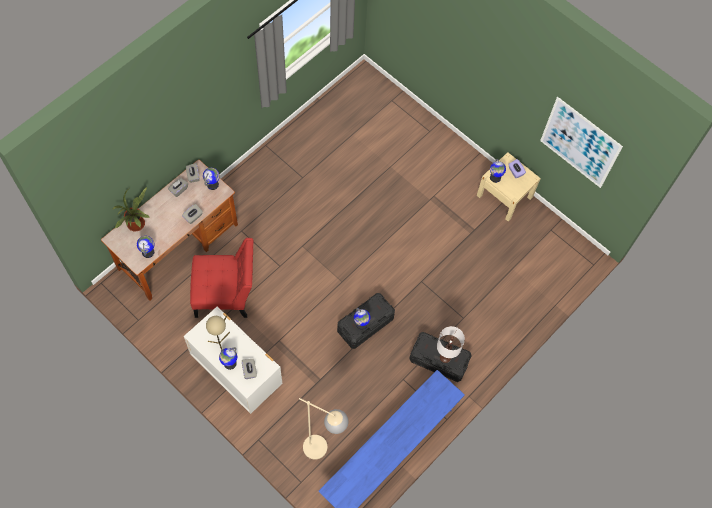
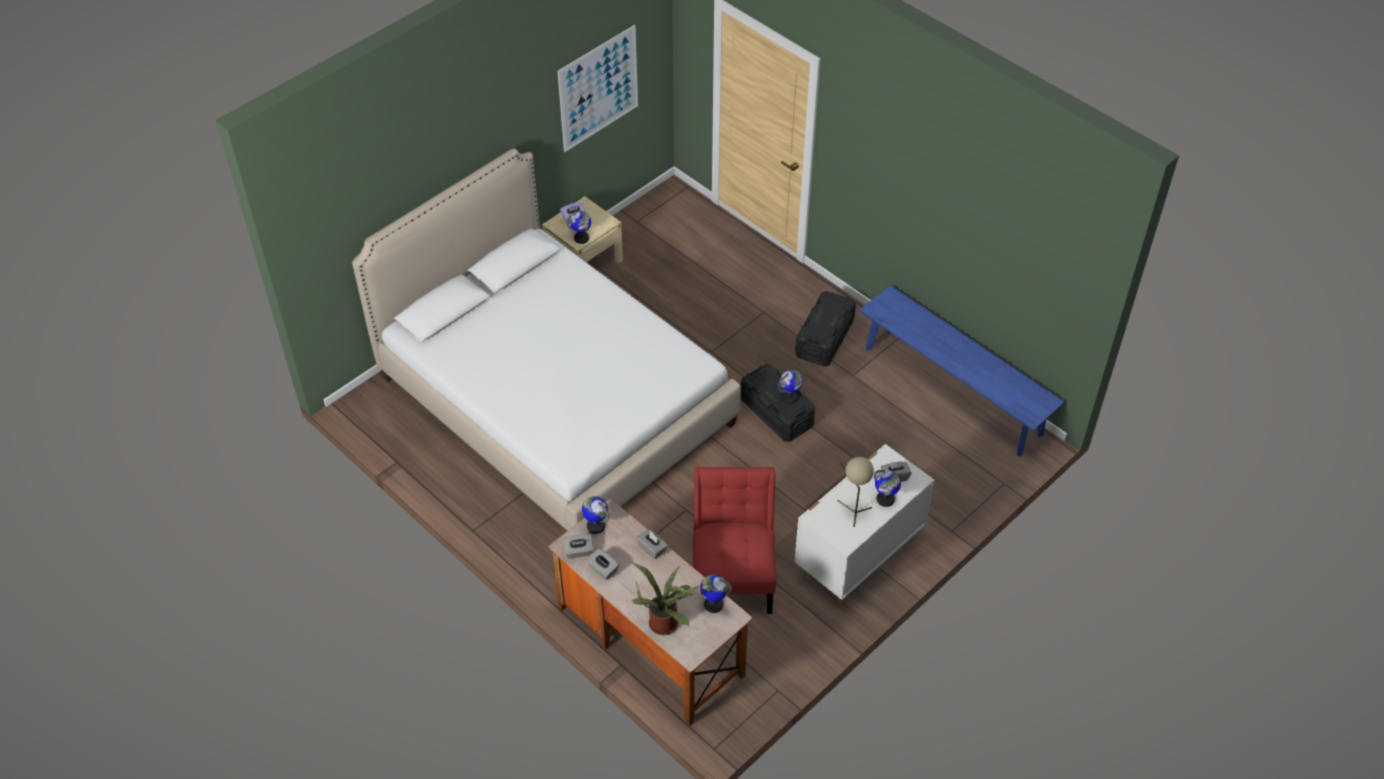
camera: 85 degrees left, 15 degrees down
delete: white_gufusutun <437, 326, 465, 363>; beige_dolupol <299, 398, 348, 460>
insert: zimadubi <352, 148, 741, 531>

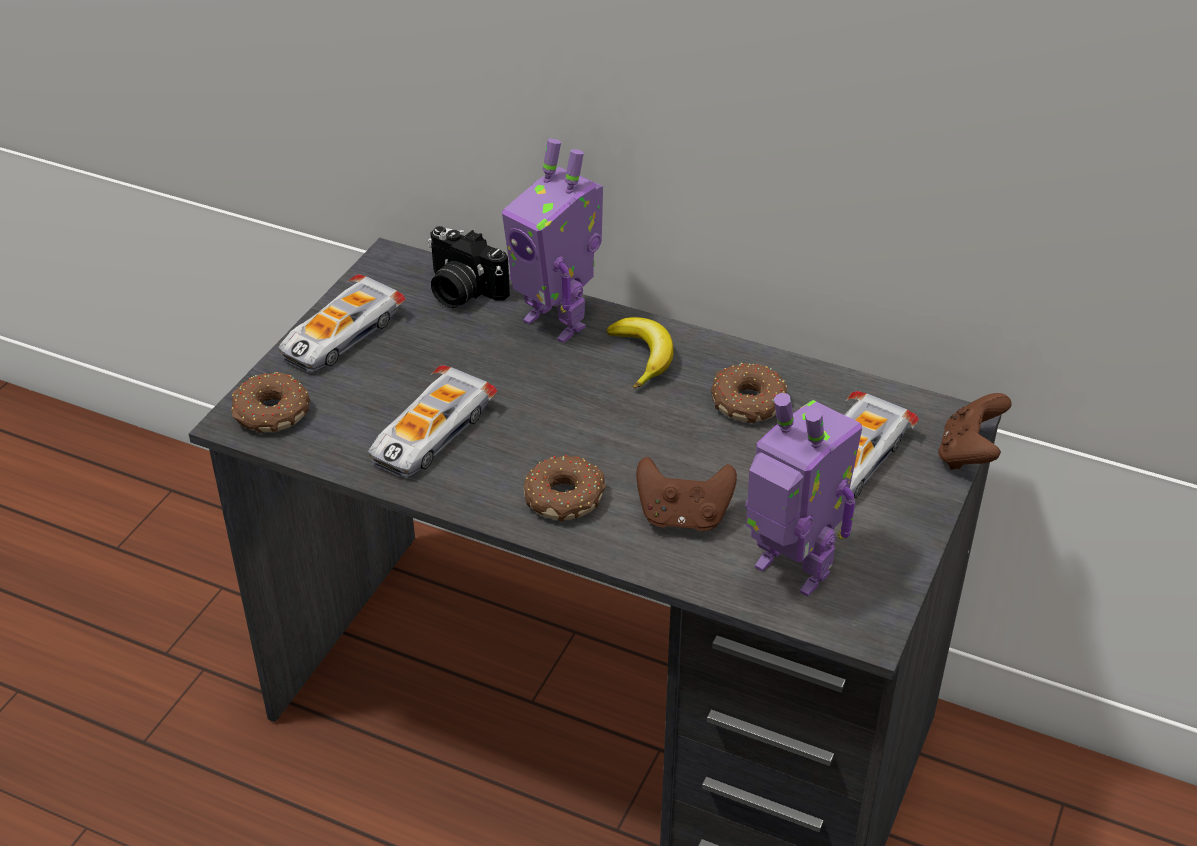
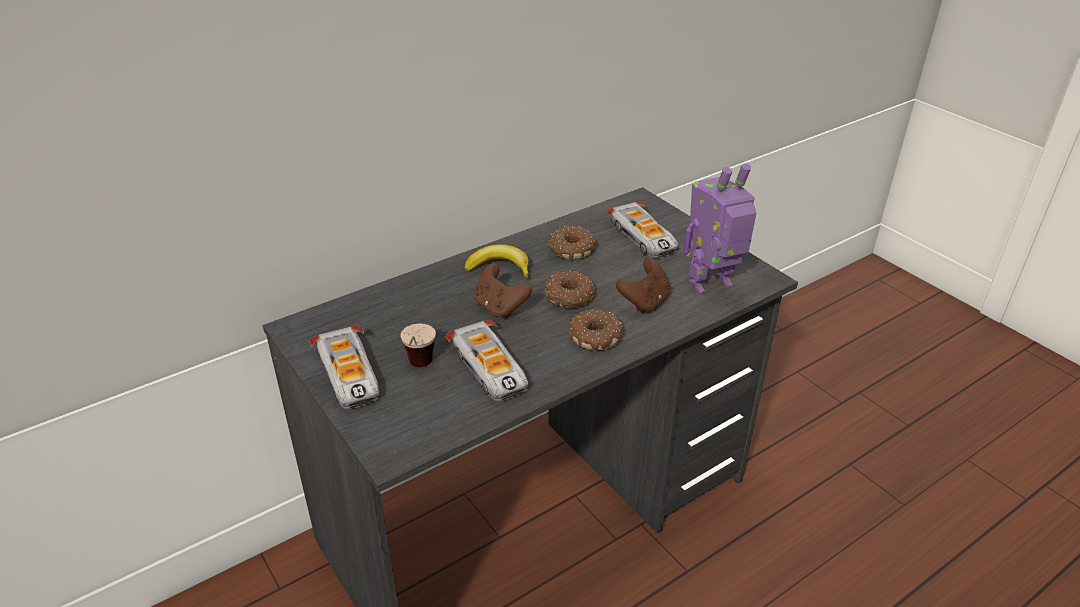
camera: 60 degrees left, 5 degrees down
delete: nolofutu <502, 139, 603, 343>; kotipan <428, 226, 510, 308>
insert: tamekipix <400, 324, 436, 367>
move: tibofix <231, 372, 310, 433> to <545, 271, 595, 308>; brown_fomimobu <938, 393, 1012, 470> to <474, 263, 532, 319>

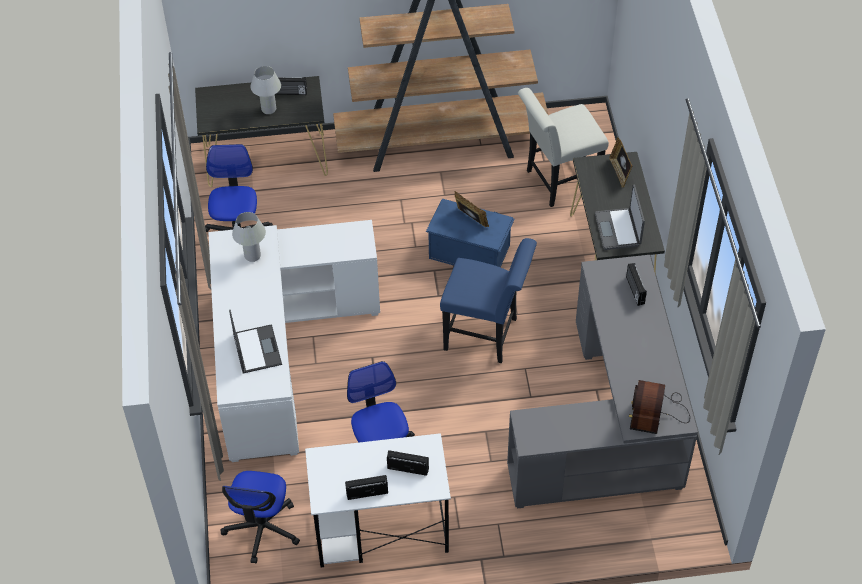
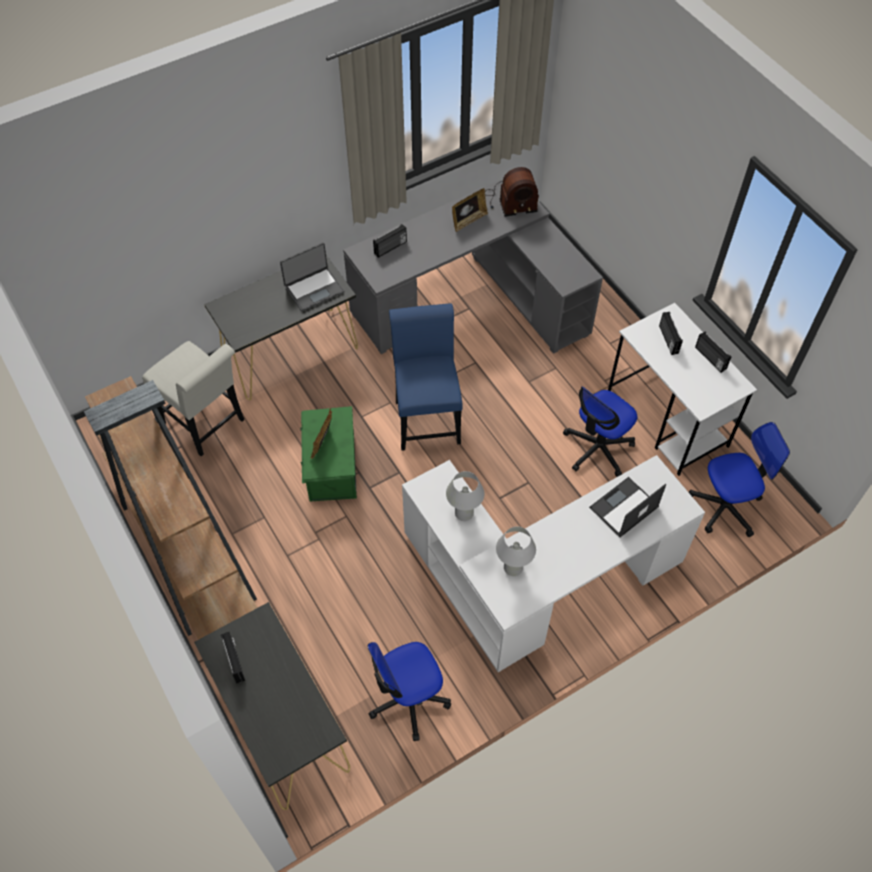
camera: 115 degrees left, 5 degrees up
move: white_gufusutun <250, 66, 281, 114> to <446, 471, 485, 521>; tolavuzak <609, 137, 633, 188> to <452, 188, 488, 232>
recolor: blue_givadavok <426, 199, 515, 268> to green_givadavok <301, 406, 357, 502>

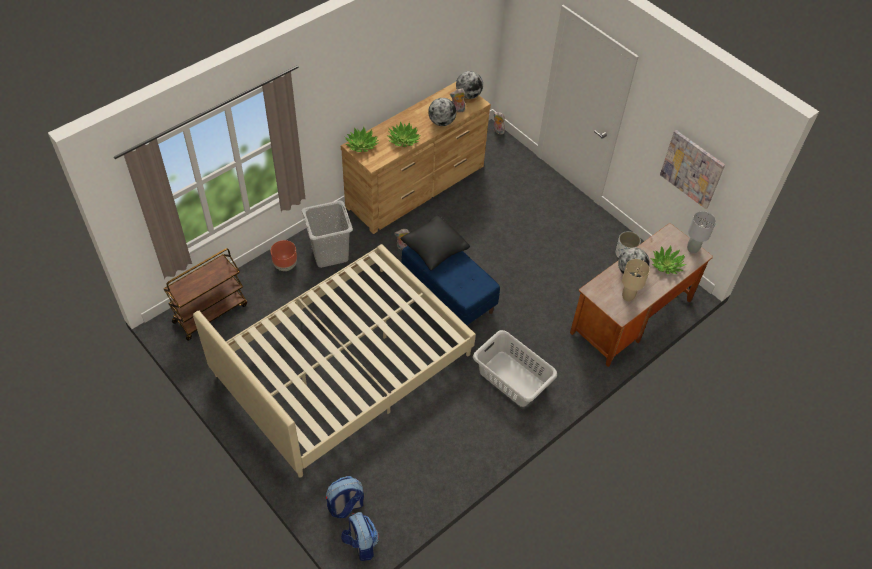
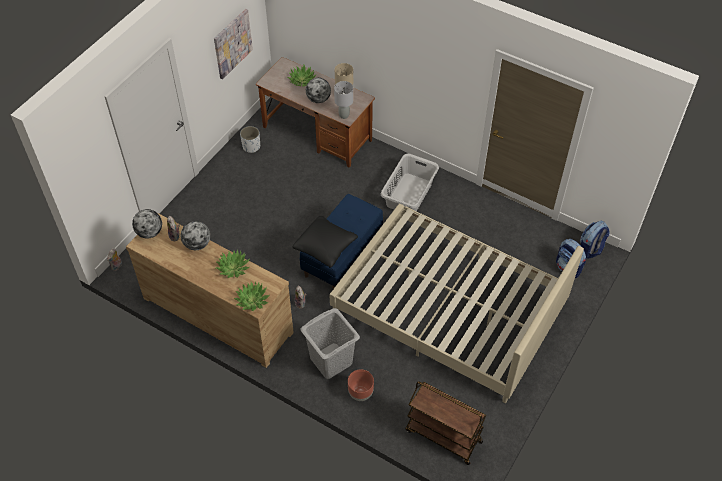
camera: 105 degrees left, 0 degrees up
move: grey_gufusutun <687, 211, 716, 253> to <334, 81, 353, 119>

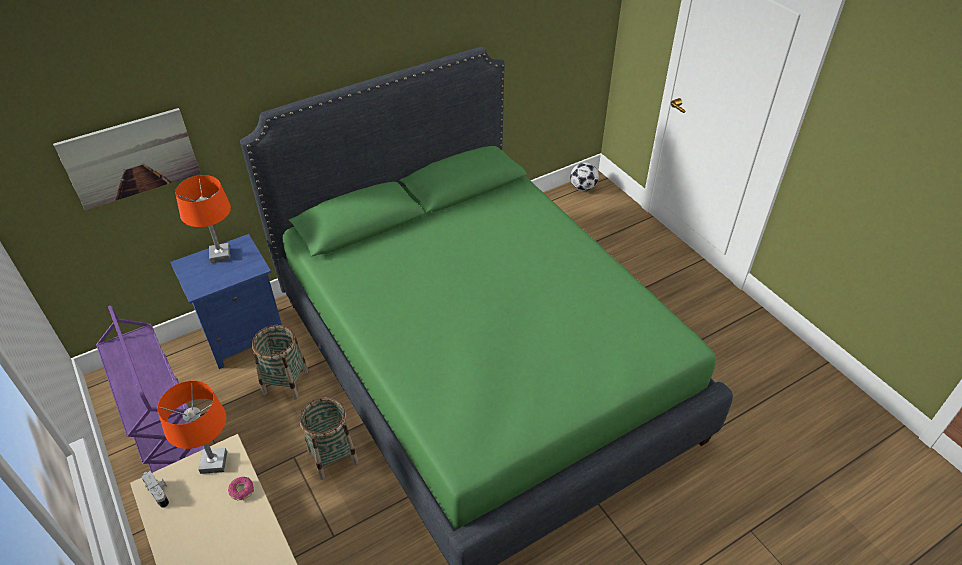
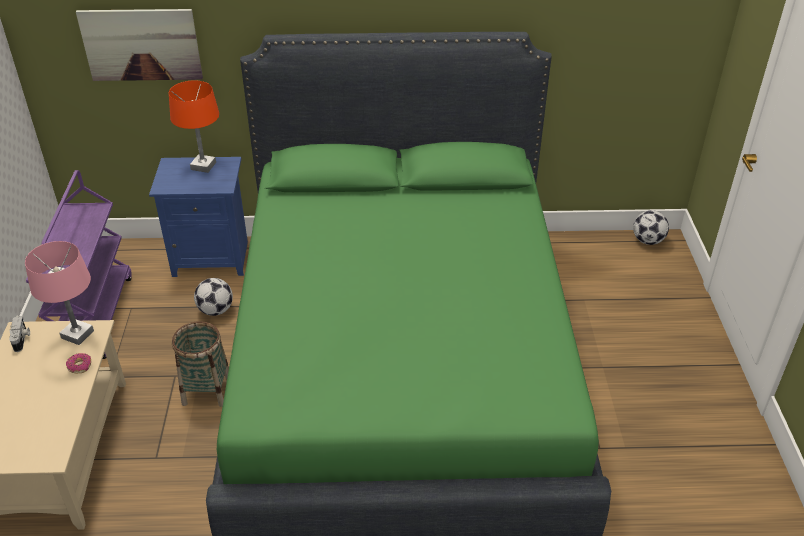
camera: 30 degrees right, 5 degrees down
replace: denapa <252, 325, 309, 399> to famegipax <194, 278, 233, 316>
recolor: orange_gufusutun <157, 381, 227, 474> to pink_gufusutun <25, 241, 94, 345>

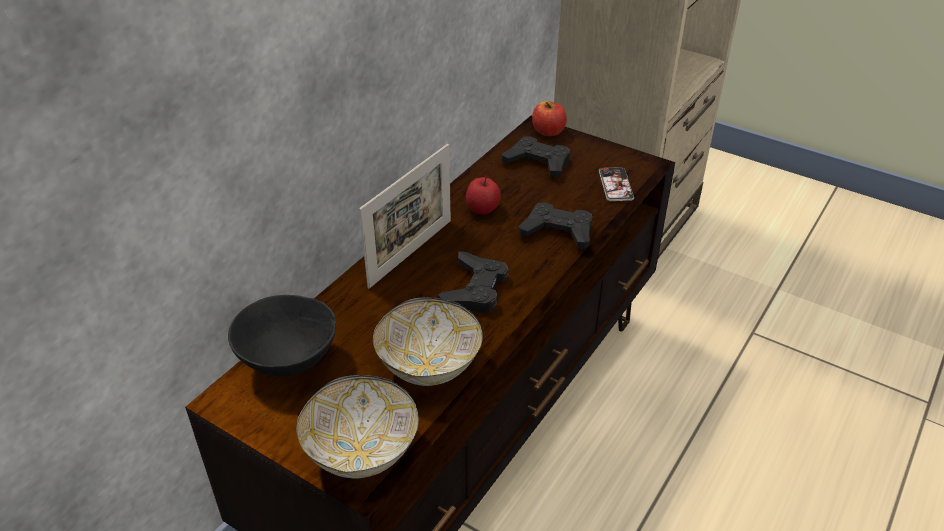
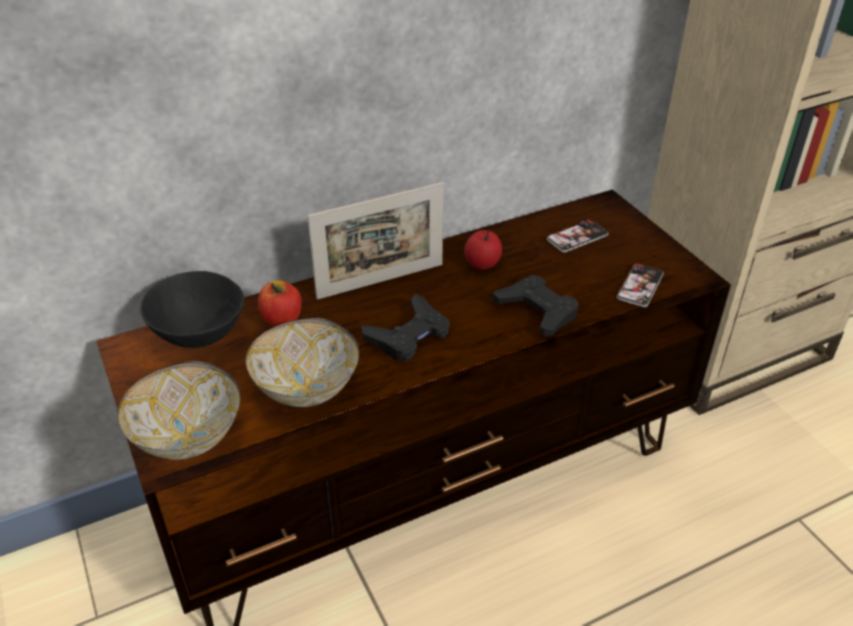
camera: 30 degrees right, 0 degrees up
move: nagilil <532, 101, 567, 136> to <258, 280, 302, 327>
replace: black_fomimobu <501, 136, 570, 177> to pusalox <547, 220, 608, 253>

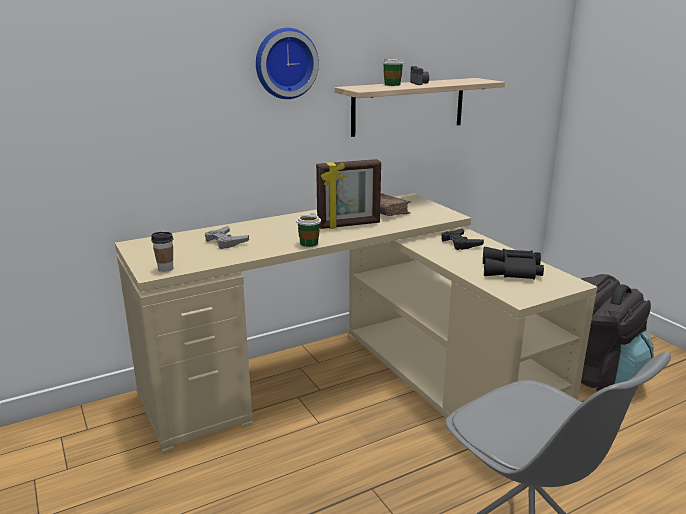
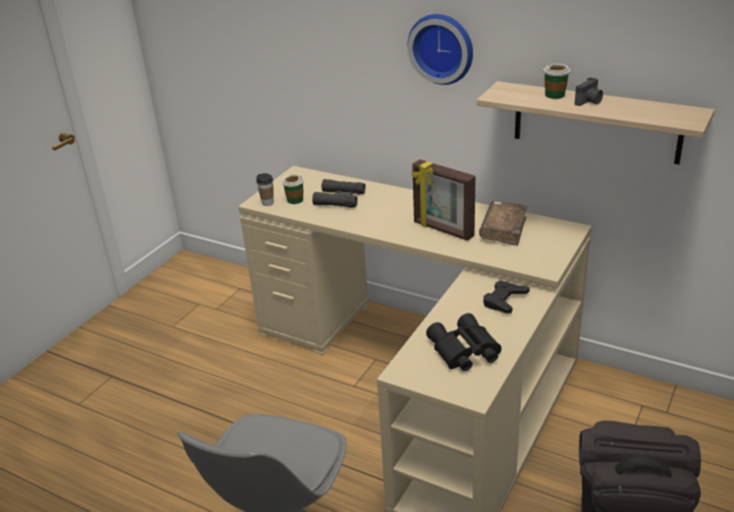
camera: 60 degrees right, 10 degrees up
move: tamekipix <296, 213, 321, 247> to <282, 174, 304, 204>
replace: grey_fomimobu <205, 226, 249, 249> to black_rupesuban <312, 179, 366, 208>

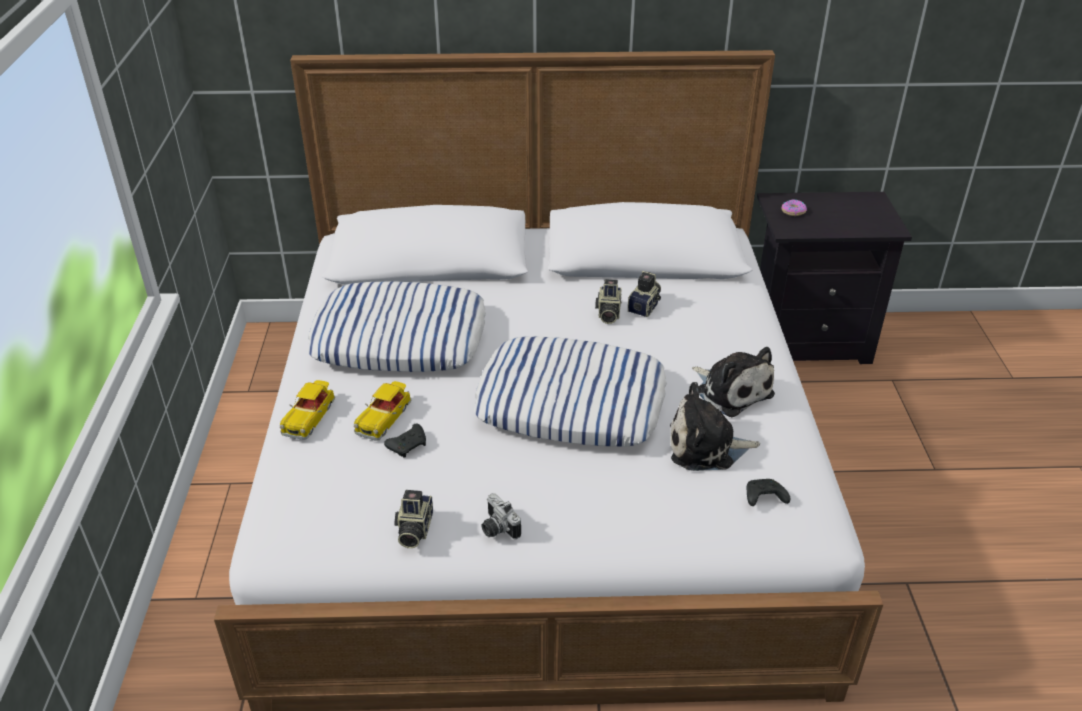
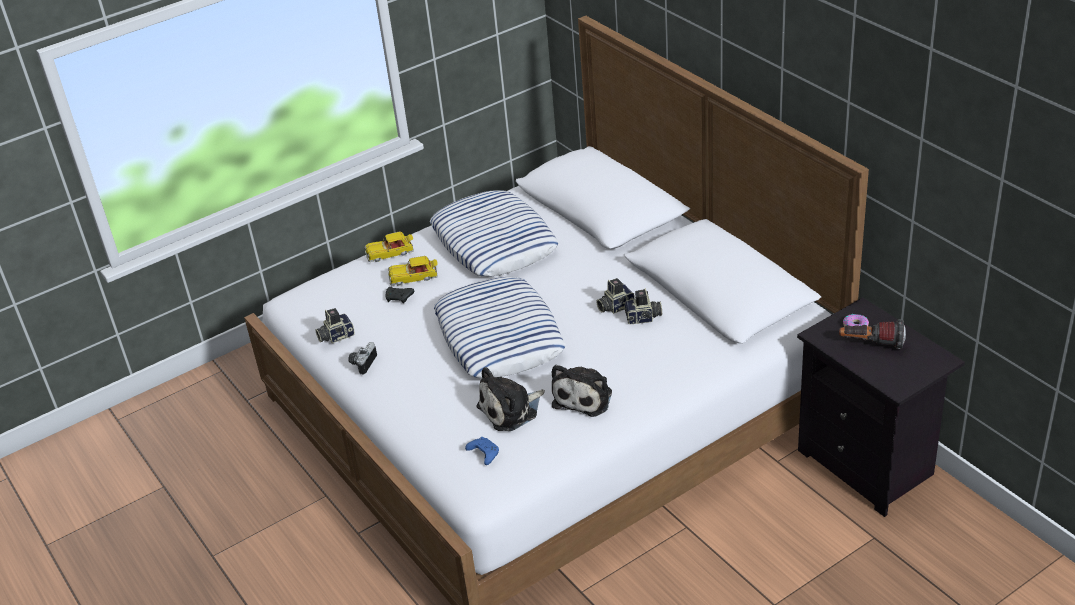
camera: 60 degrees right, 0 degrees up
insert: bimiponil <839, 320, 906, 349>
recolor: black_fomimobu <746, 479, 790, 506> to blue_fomimobu <465, 437, 499, 465>
rotate: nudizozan <670, 382, 760, 471> = <476, 367, 545, 431> 90 degrees counterclockwise

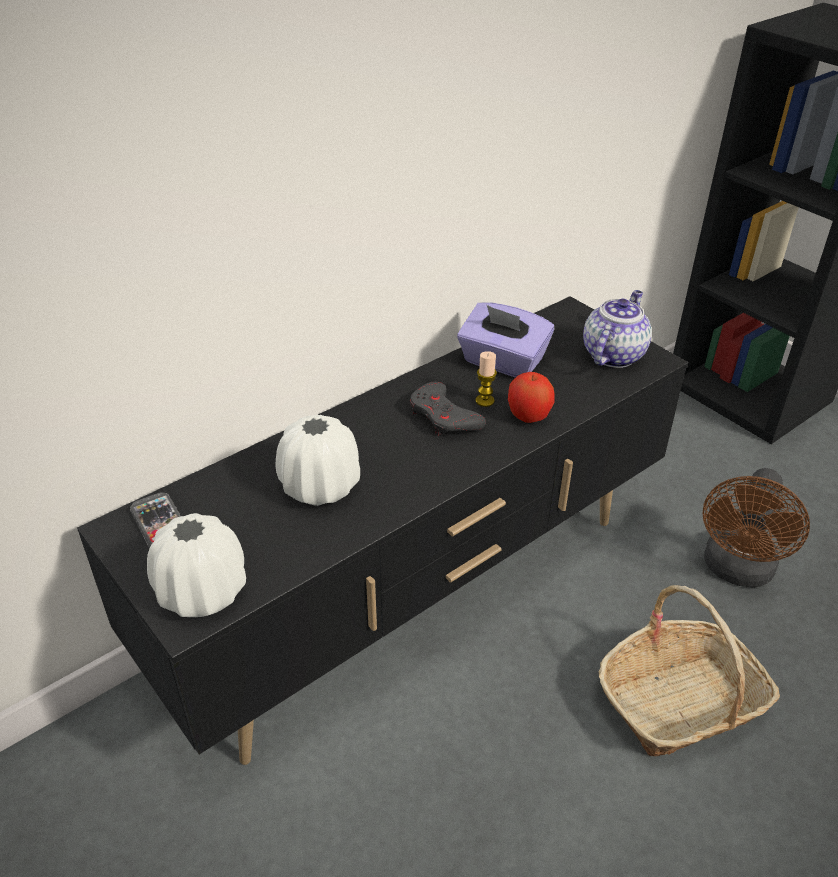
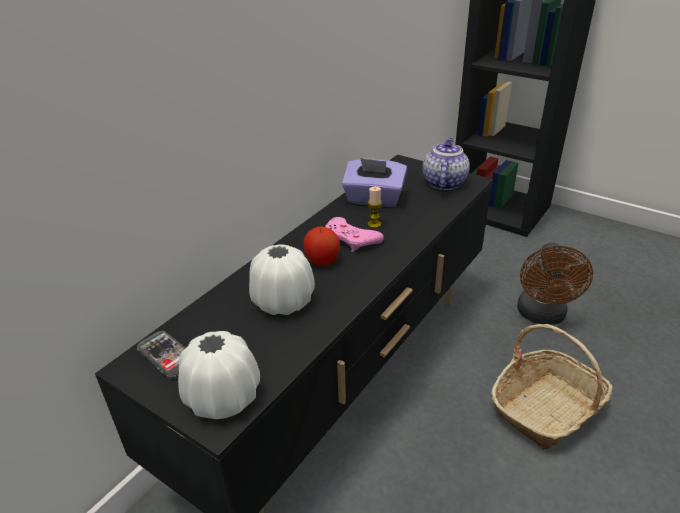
camera: 15 degrees left, 5 degrees down
move: nagilil <508, 372, 554, 423> to <304, 227, 340, 267>
recolor: grey_fomimobu <410, 381, 486, 436> to pink_fomimobu <325, 217, 384, 252>

